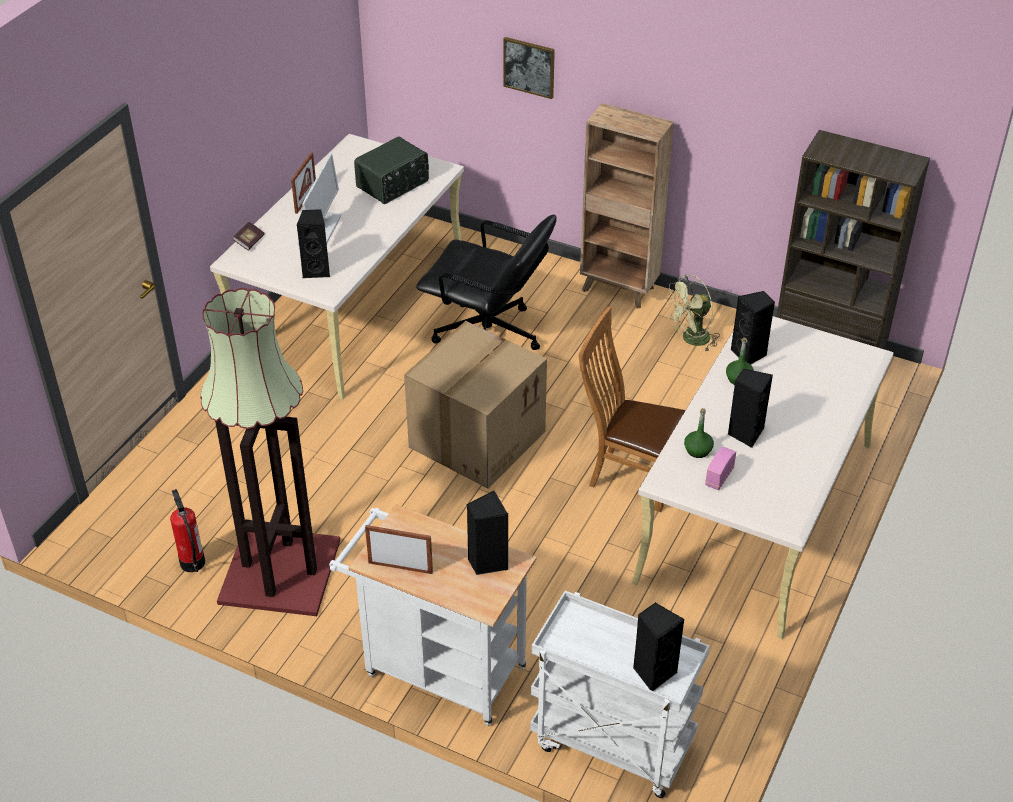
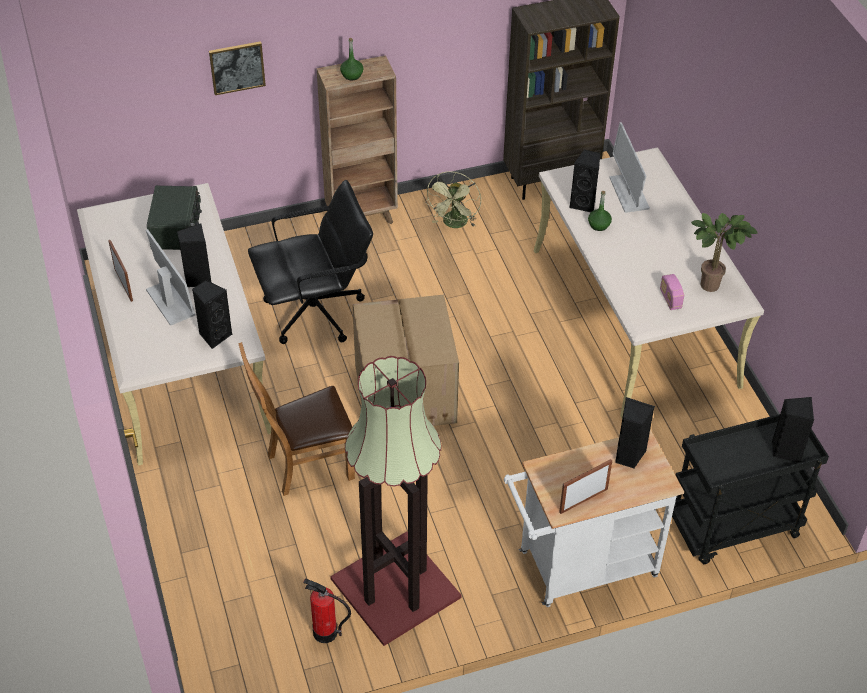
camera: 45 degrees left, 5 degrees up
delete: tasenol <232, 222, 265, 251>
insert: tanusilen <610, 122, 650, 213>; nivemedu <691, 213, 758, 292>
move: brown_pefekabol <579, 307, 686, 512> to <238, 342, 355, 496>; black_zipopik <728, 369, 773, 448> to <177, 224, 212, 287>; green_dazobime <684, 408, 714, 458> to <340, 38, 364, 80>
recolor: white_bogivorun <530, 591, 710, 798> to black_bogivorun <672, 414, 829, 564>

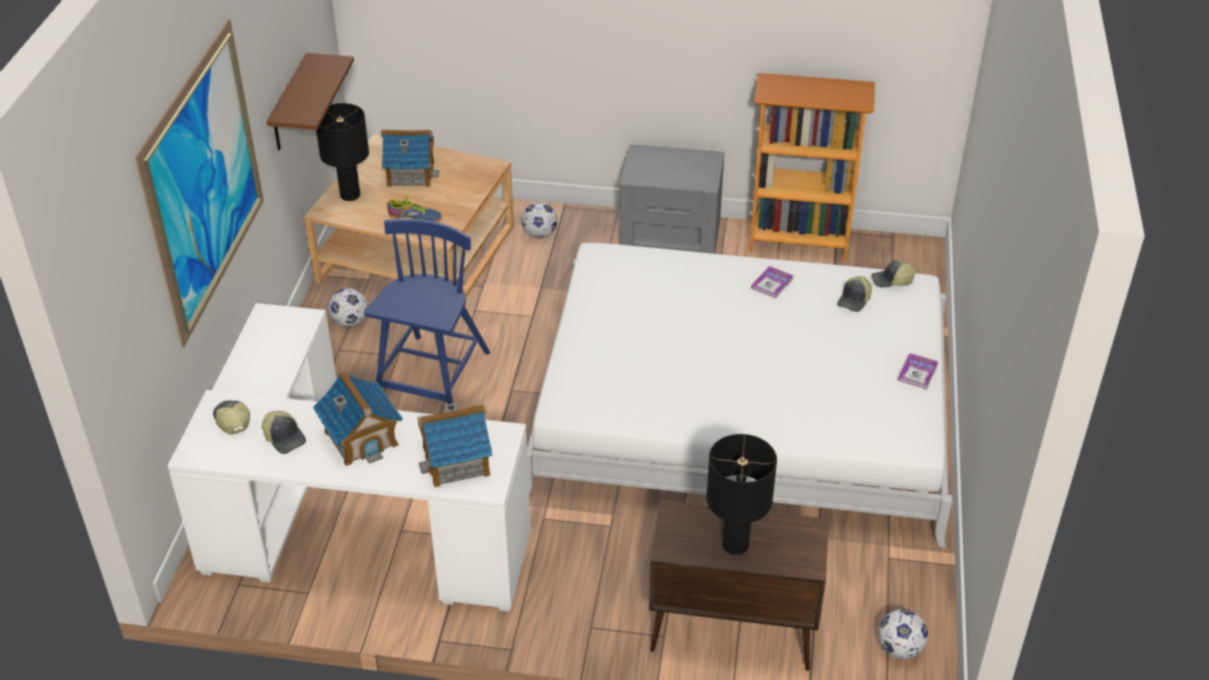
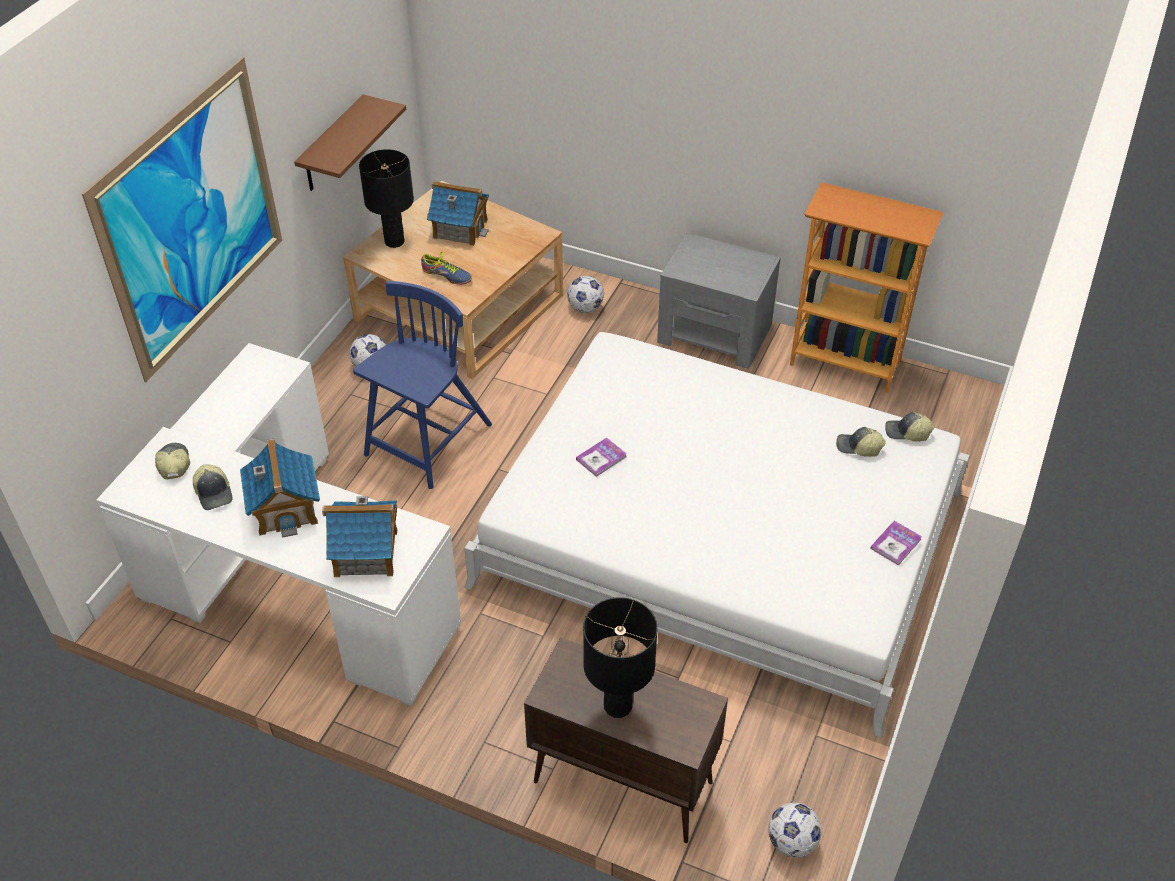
camera: 15 degrees right, 5 degrees up
move: tasenol <751, 266, 794, 298> to <576, 438, 627, 477>
rotate: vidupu <837, 276, 872, 312> = <836, 427, 886, 457> 60 degrees clockwise

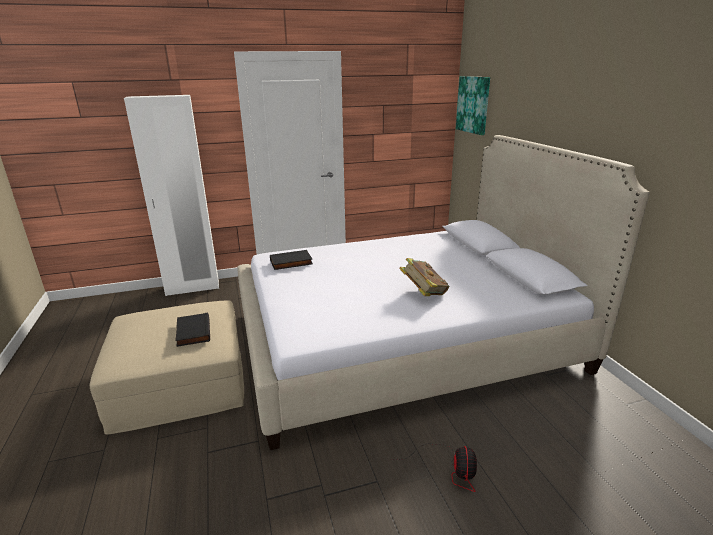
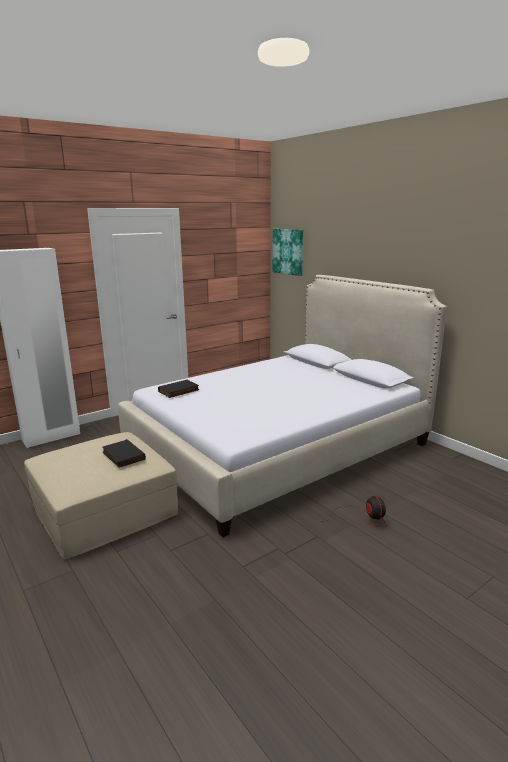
camera: 20 degrees left, 5 degrees down
delete: tasenol <399, 258, 449, 296>

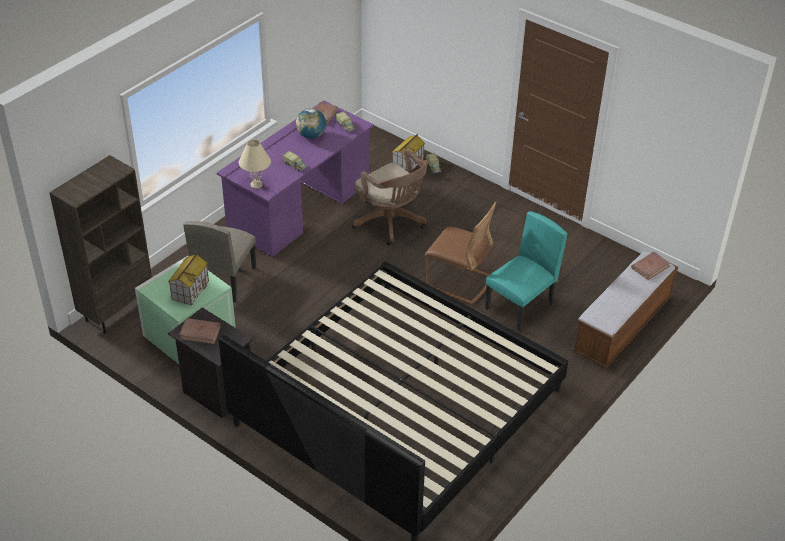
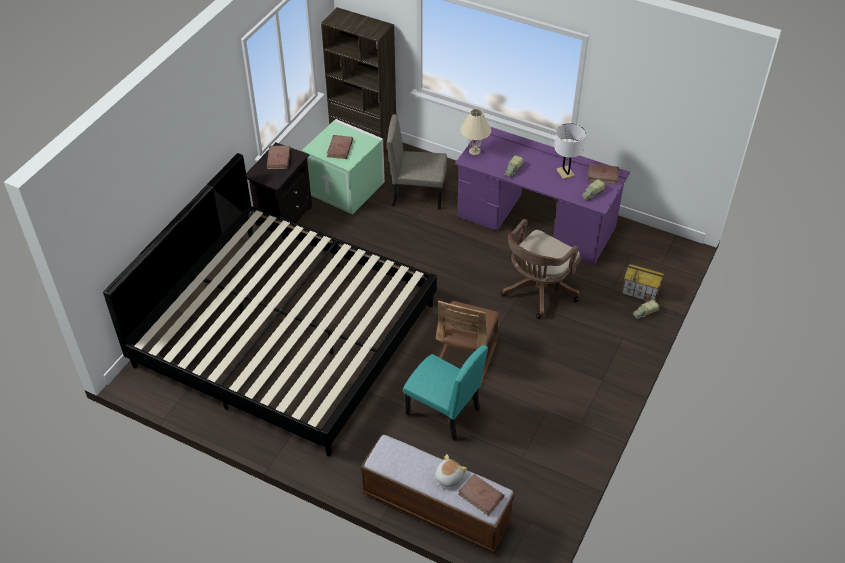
camera: 80 degrees right, 5 degrees up
insert: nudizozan <435, 454, 467, 487>
replace: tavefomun <296, 108, 326, 139> to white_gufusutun <554, 123, 586, 180>; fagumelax <168, 253, 209, 305> to brown_tasenol <327, 135, 353, 159>

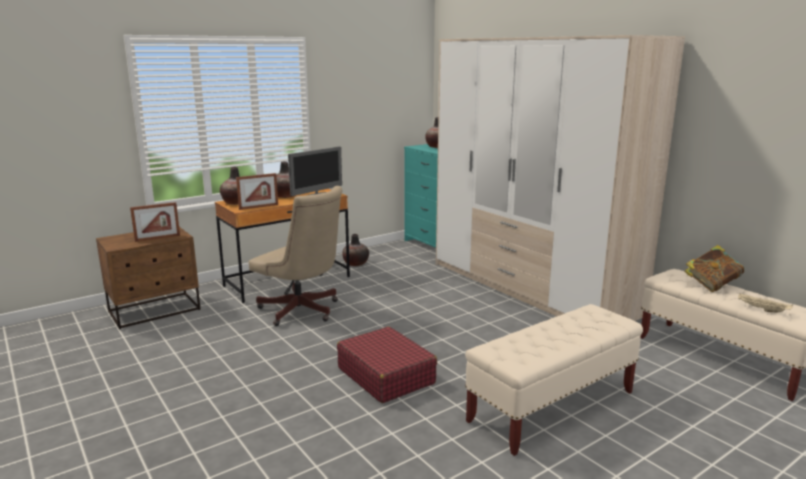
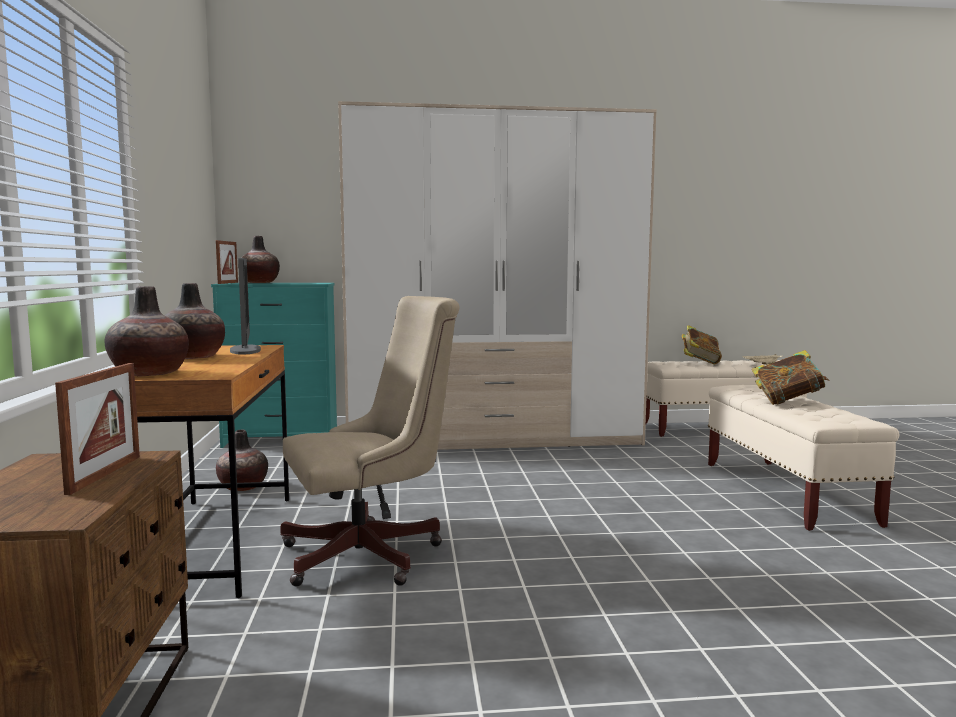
camera: 60 degrees left, 10 degrees down
delete: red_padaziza <337, 327, 437, 403>
insert: tasenol <752, 350, 829, 405>
move: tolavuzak <236, 173, 278, 210> to <216, 240, 238, 284>

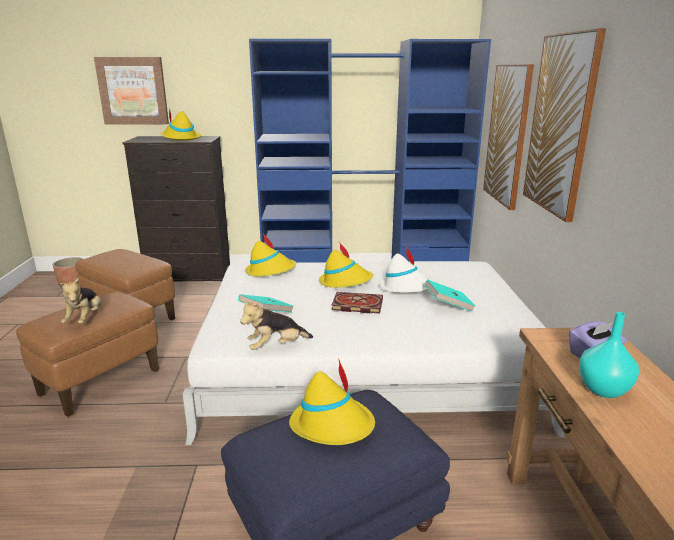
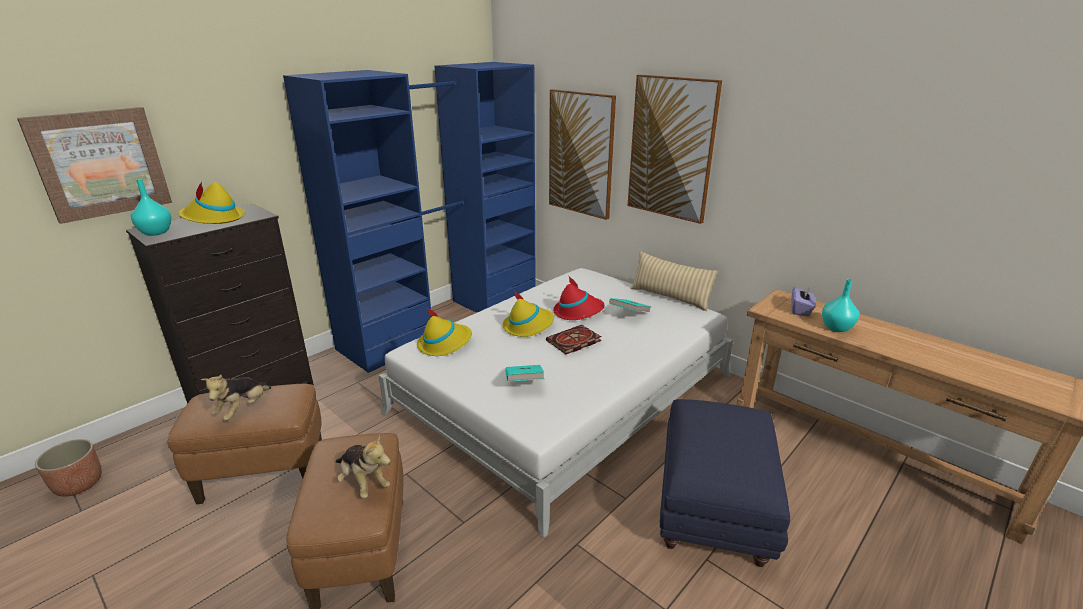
camera: 45 degrees left, 5 degrees up
delete: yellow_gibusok <289, 358, 375, 445>
insert: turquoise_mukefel <131, 179, 171, 236>; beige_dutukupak <631, 251, 718, 311>
move: nudizozan <240, 300, 313, 350> to <201, 375, 271, 421>
recolor: white_gibusok <379, 246, 434, 293> to red_gibusok <553, 275, 604, 320>

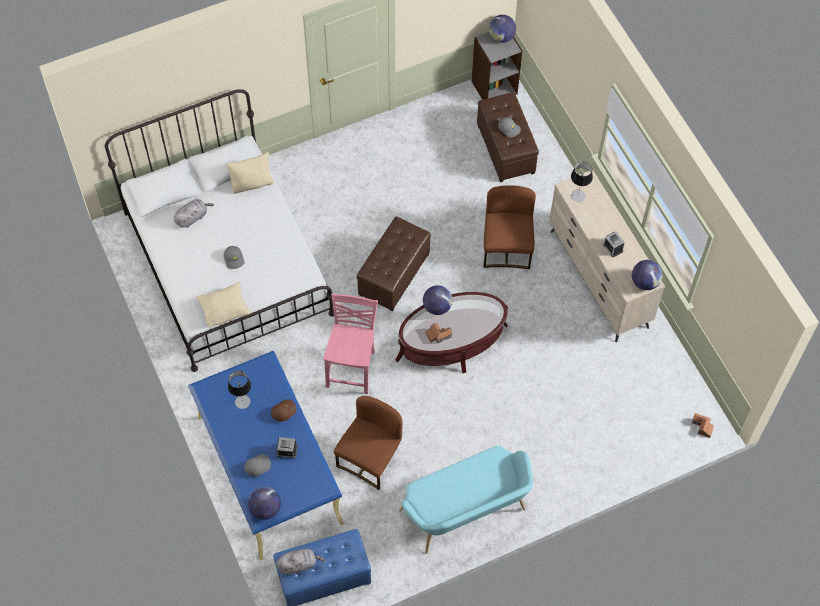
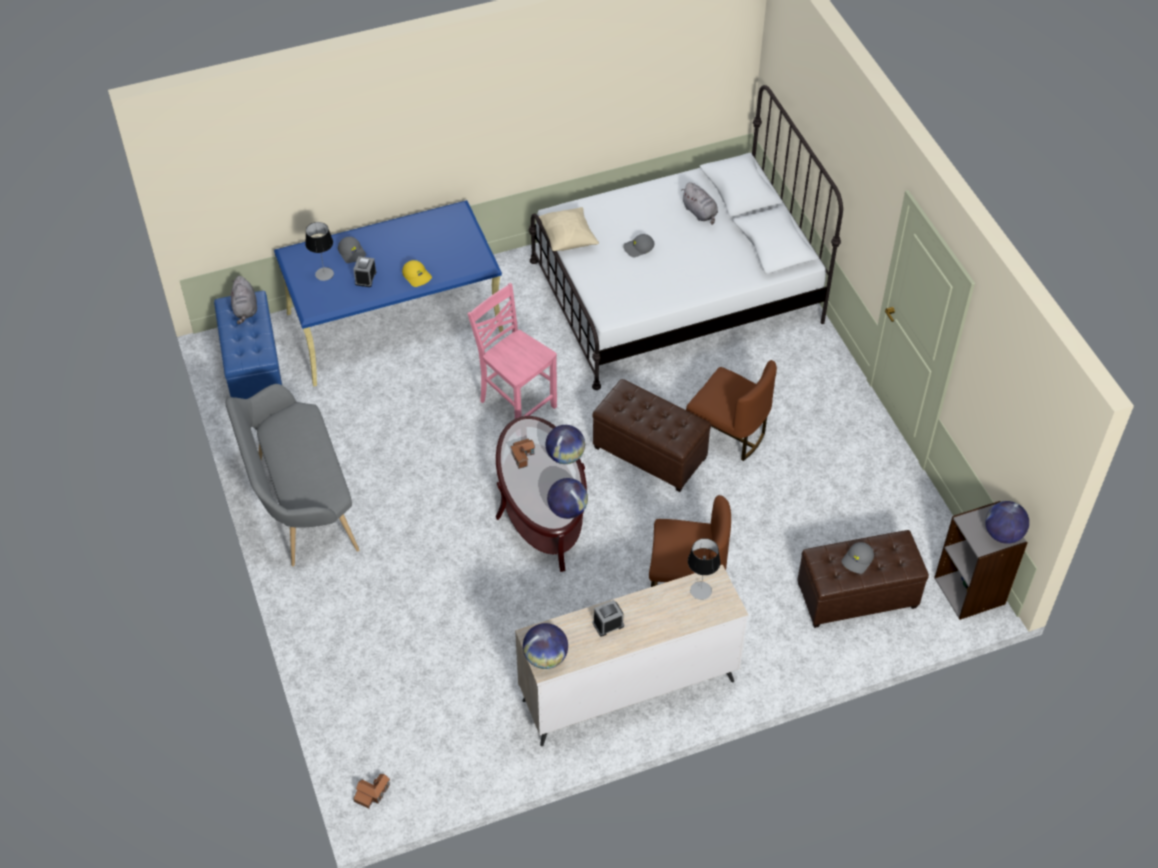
camera: 95 degrees right, 10 degrees down
delete: beige_dutukupak <226, 152, 274, 194>
move: gufusutun <228, 371, 251, 409> to <305, 222, 334, 281>; brown_pefekabol <334, 396, 402, 490> to <686, 360, 777, 461>; tavefomun <248, 487, 281, 520> to <547, 478, 588, 519>
recolor: brown_vidupu <271, 400, 296, 421> to yellow_vidupu <402, 260, 432, 287>; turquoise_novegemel <399, 445, 533, 554> to grey_novegemel <225, 384, 359, 566>
rotate: pink_pefekabol <323, 293, 378, 394> = <468, 283, 557, 419> 150 degrees counterclockwise

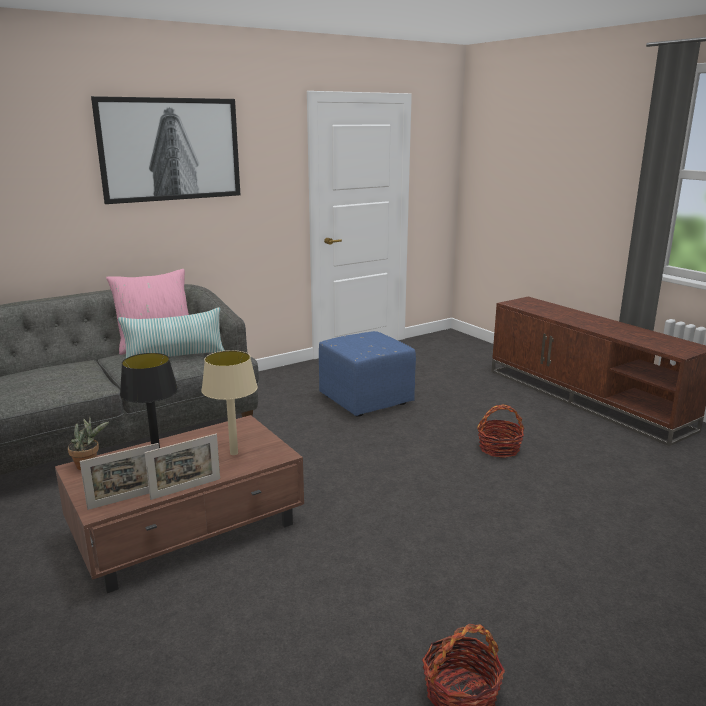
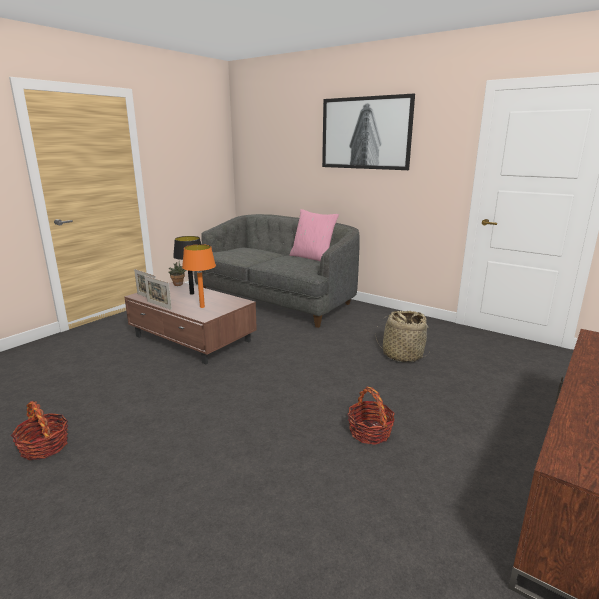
camera: 70 degrees right, 0 degrees up
delete: dutukupak <118, 307, 225, 359>
replace: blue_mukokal <319, 331, 416, 417> to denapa <376, 311, 431, 362>
recolor: beige_gufusutun <201, 350, 258, 455> to orange_gufusutun <182, 244, 216, 308>

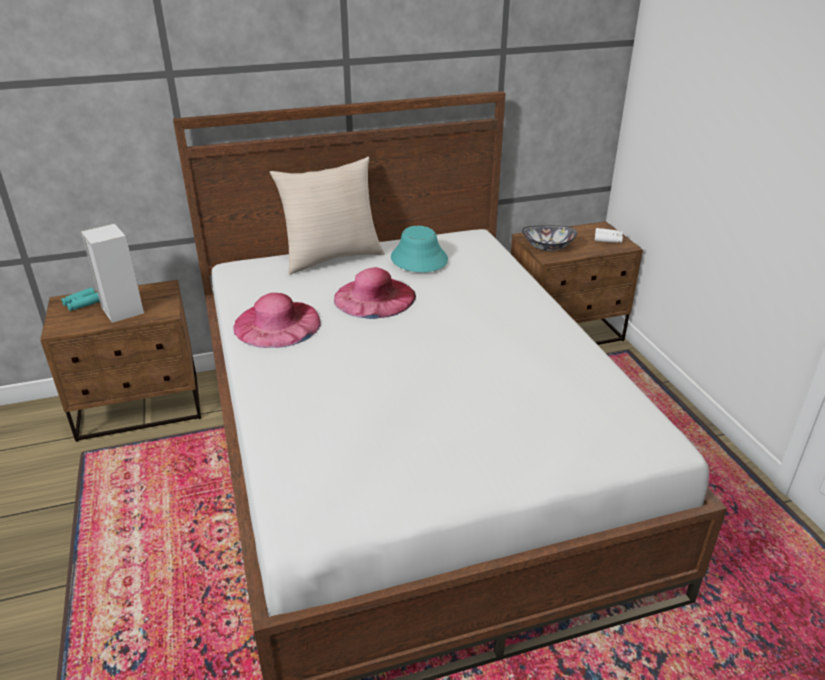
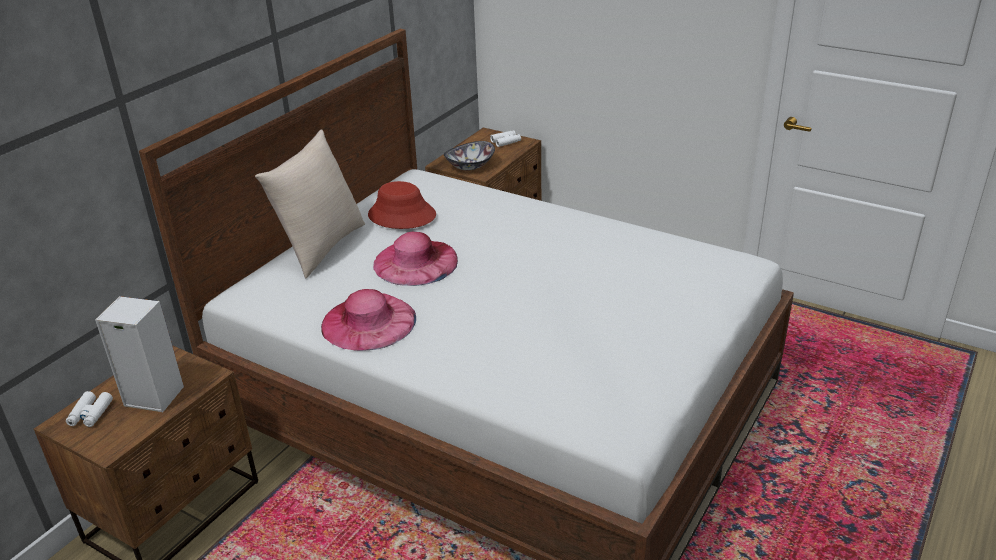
camera: 40 degrees left, 0 degrees up
recolor: turquoise_gibusok <391, 226, 448, 272> to red_gibusok <368, 181, 436, 229>; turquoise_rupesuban <61, 287, 100, 311> to white_rupesuban <66, 391, 113, 427>

